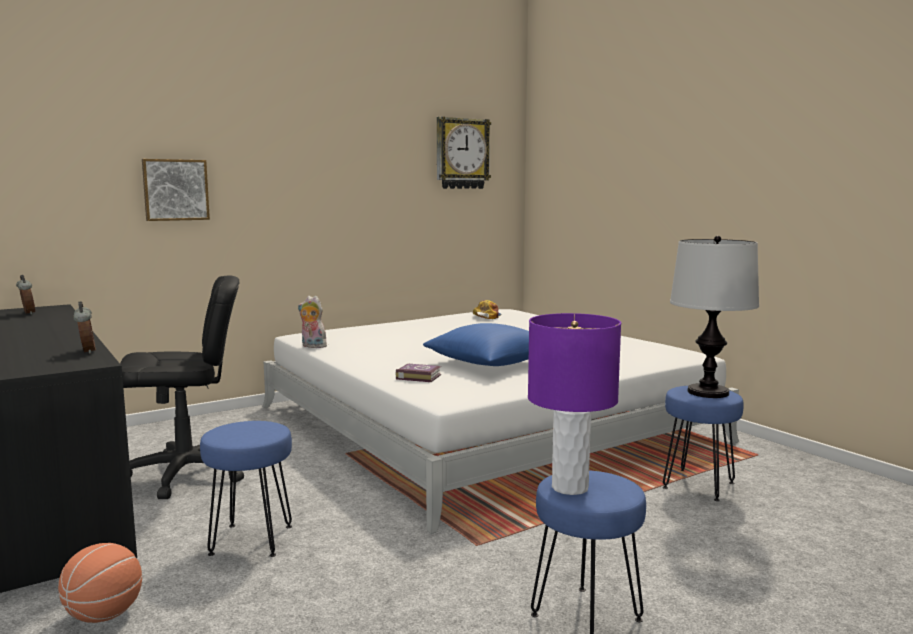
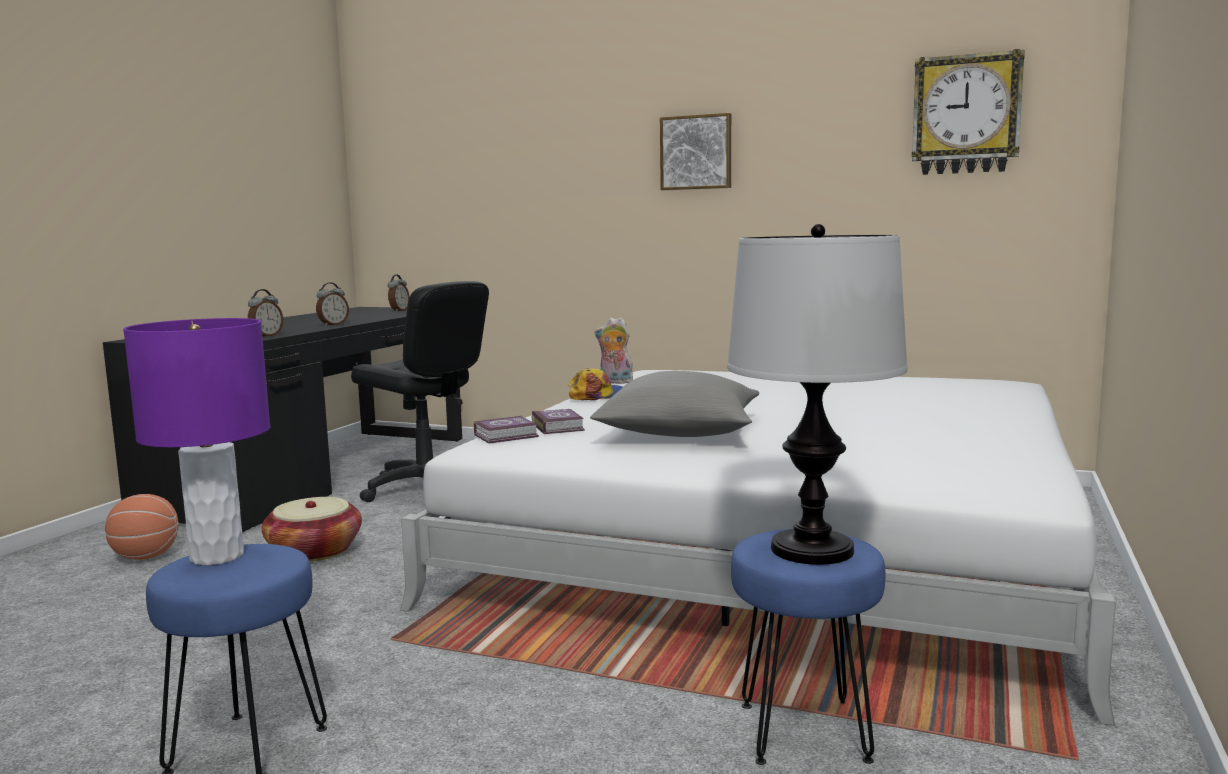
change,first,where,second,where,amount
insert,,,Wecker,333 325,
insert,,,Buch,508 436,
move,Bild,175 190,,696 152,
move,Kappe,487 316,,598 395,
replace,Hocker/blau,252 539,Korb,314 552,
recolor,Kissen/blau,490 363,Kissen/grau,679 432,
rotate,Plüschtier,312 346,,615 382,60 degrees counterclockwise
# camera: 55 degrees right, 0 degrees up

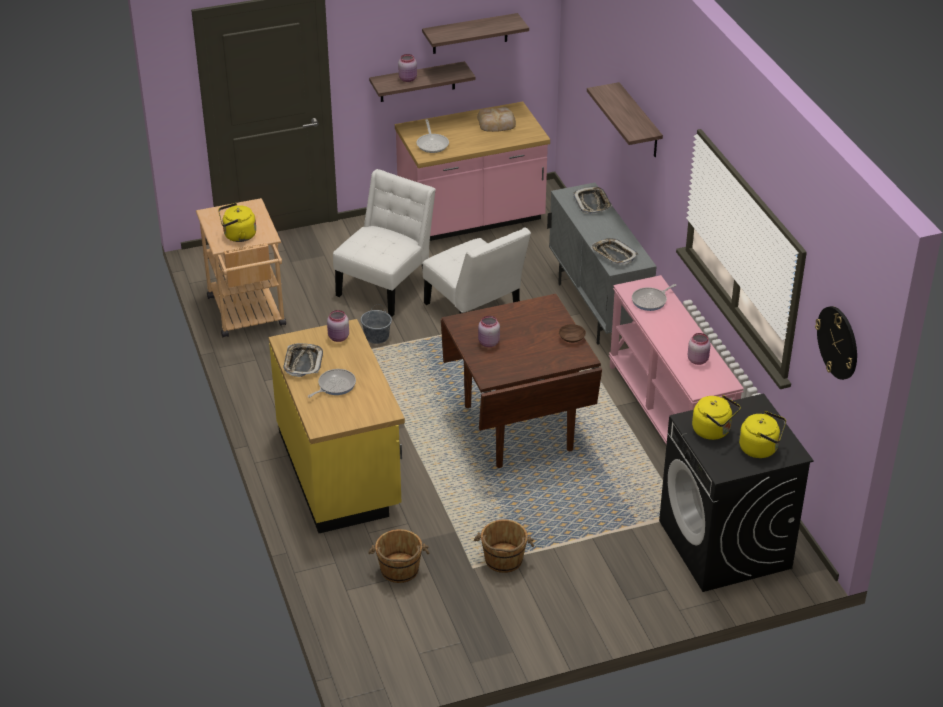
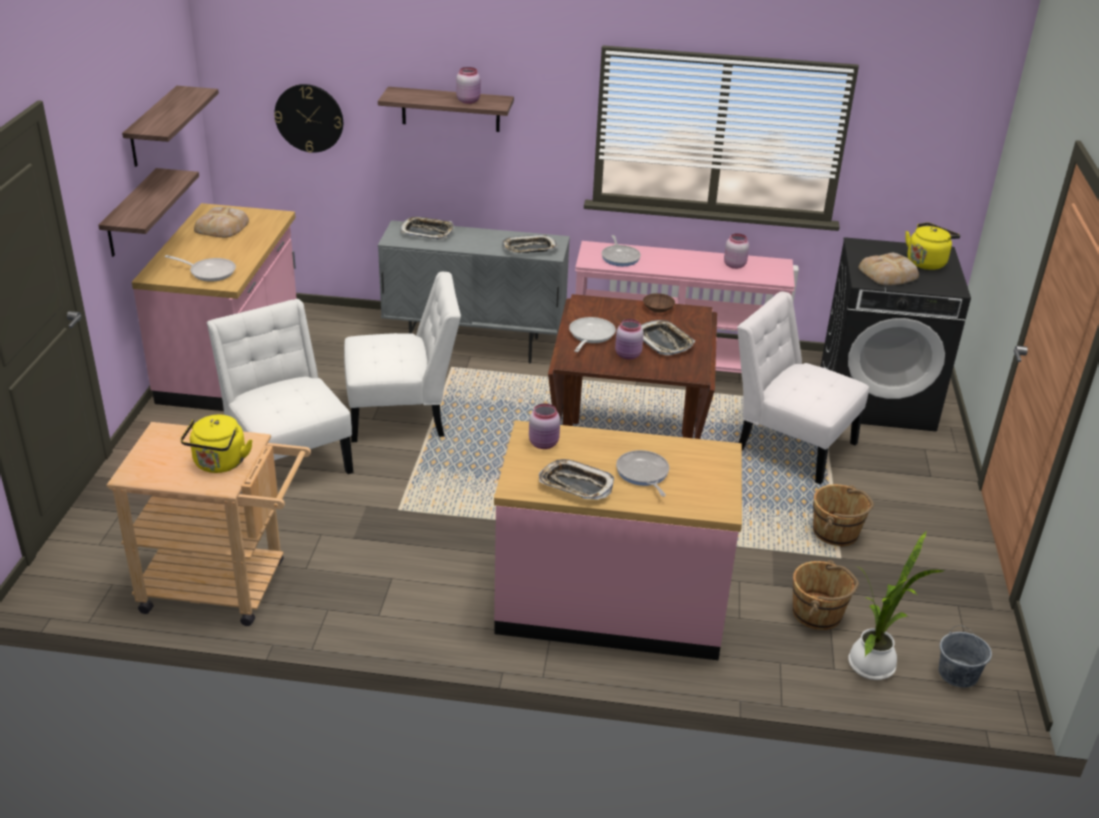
change,first,where,second,where,amount
insert,,,Pfanne,590 336,
insert,,,Tablett,664 342,
insert,,,Stuhl/weiß,790 444,
insert,,,Topfpflanze,874 663,
move,Eimer/grau,376 336,,958 674,
move,Vorratsglas/rosa,408 79,,468 101,
move,Wanduhr,838 342,,309 118,
replace,Wasserkessel/gelb,713 431,Brot,889 274,
recolor,Küchenzeile/gelb,340 470,Küchenzeile/rosa,610 604,
# camera: 65 degrees left, 5 degrees down

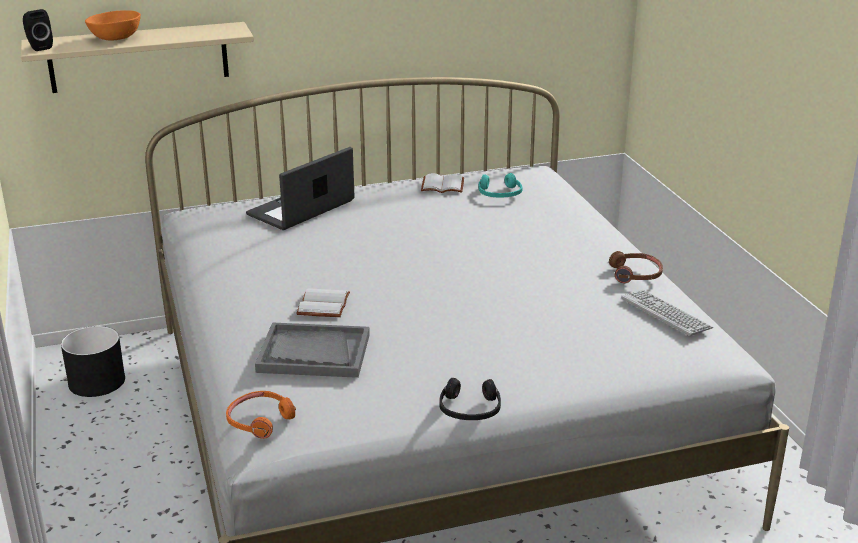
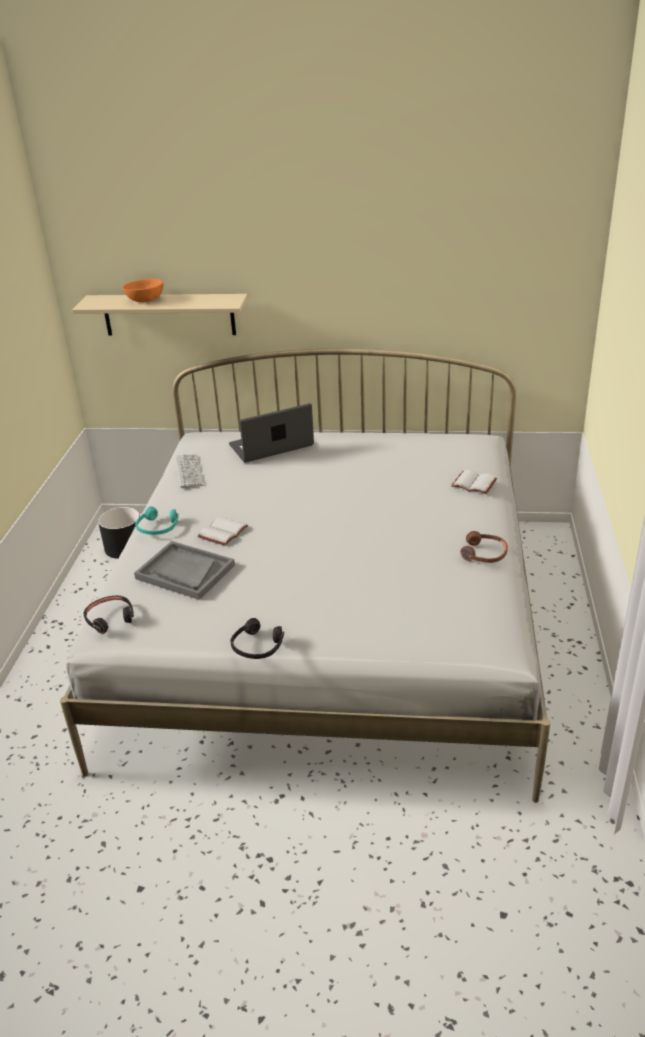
change,first,where,second,where,amount
delete,Lautsprecher/schwarz,39 47,,,
move,Buch/weiß,443 185,,475 483,
move,Kopfhörer/türkis,499 193,,158 527,
move,Tastatur,666 314,,189 472,
recolor,Kopfhörer/orange,260 420,Kopfhörer/schwarz,110 618,
# camera: 25 degrees right, 5 degrees up

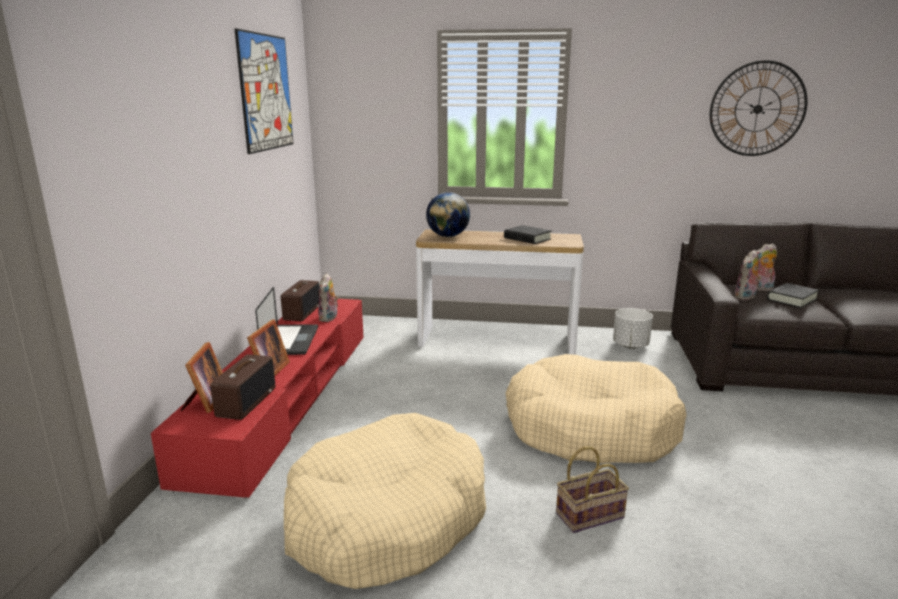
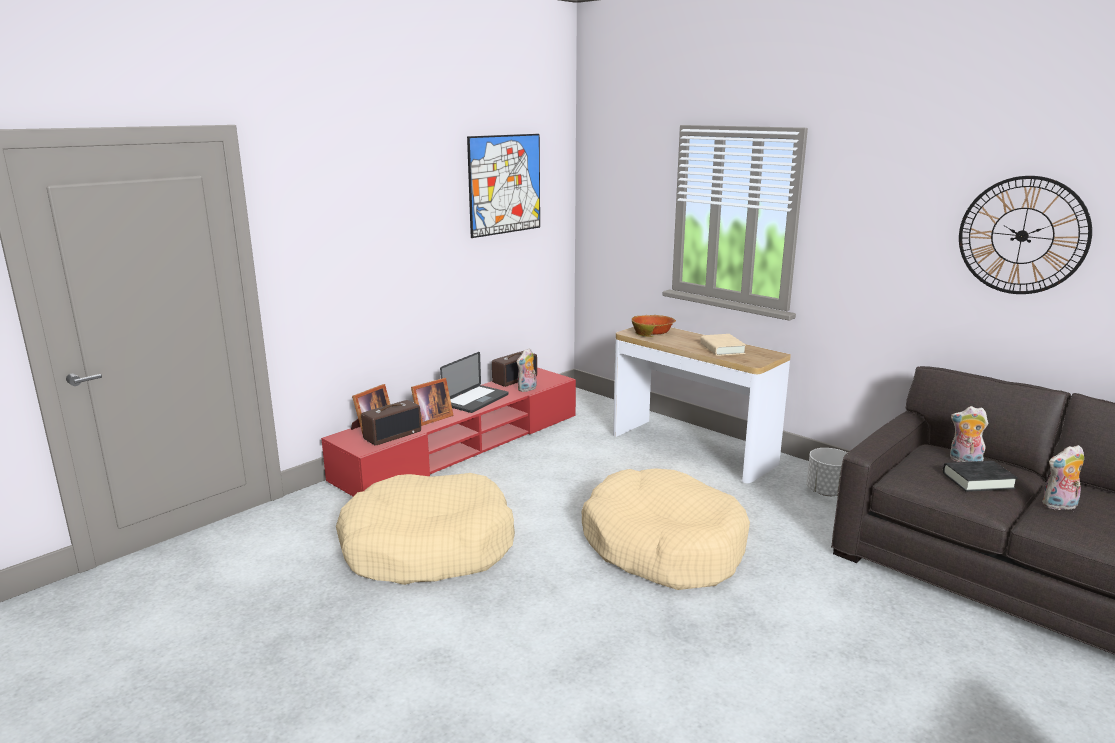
change,first,where,second,where,amount
delete,Korb,590 514,,,
move,Plüschtier,745 297,,1059 506,
replace,Globus,448 236,Schüssel,653 332,
recolor,Buch/schwarz,527 239,Buch/beige,722 349,
# camera: 35 degrees right, 0 degrees up

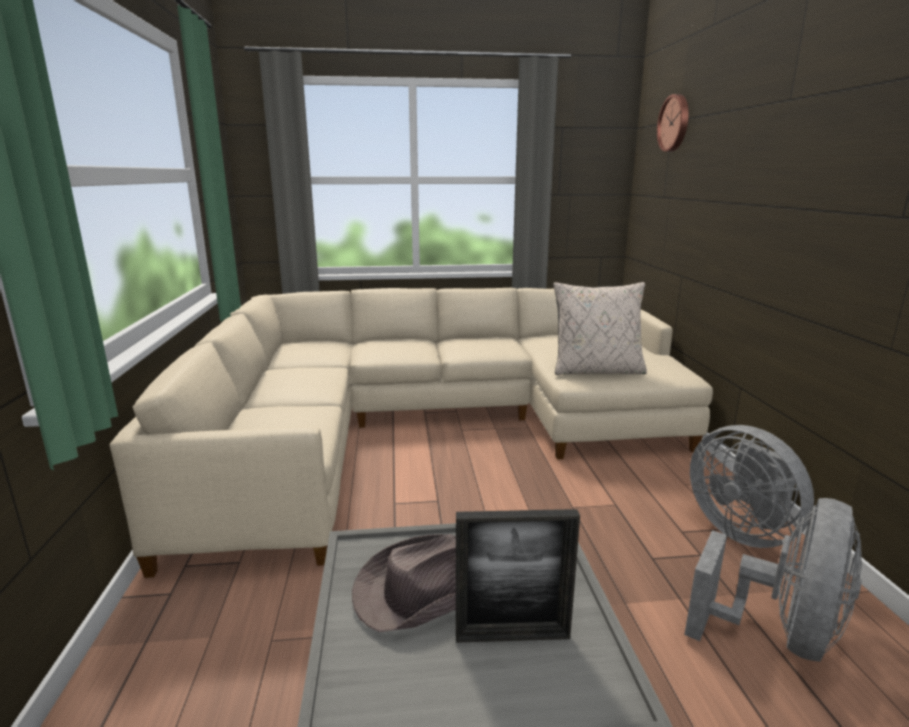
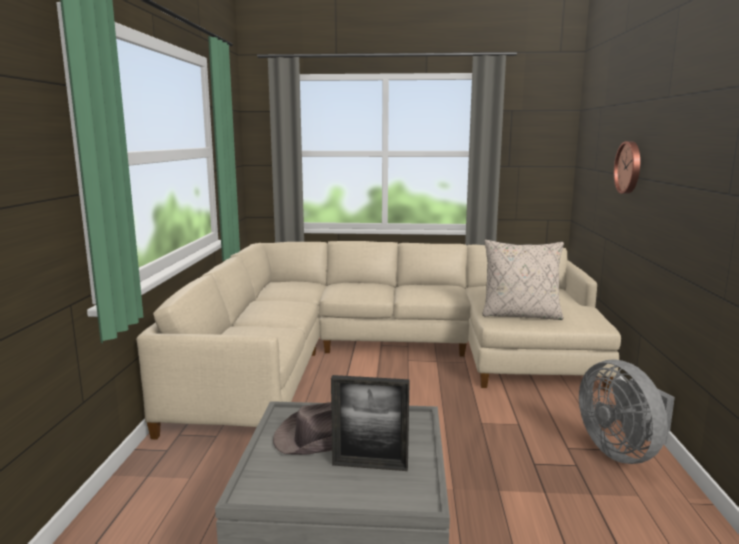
change,first,where,second,where,amount
delete,Ventilator/grau,779 634,,,
move,Wanduhr,675 123,,629 167,
# camera: 10 degrees right, 5 degrees down

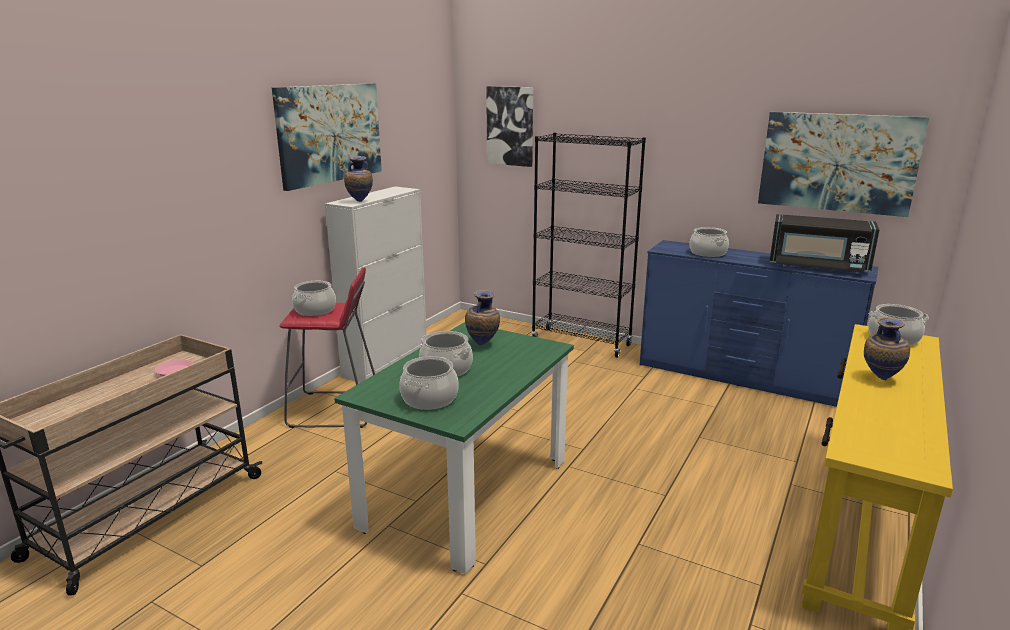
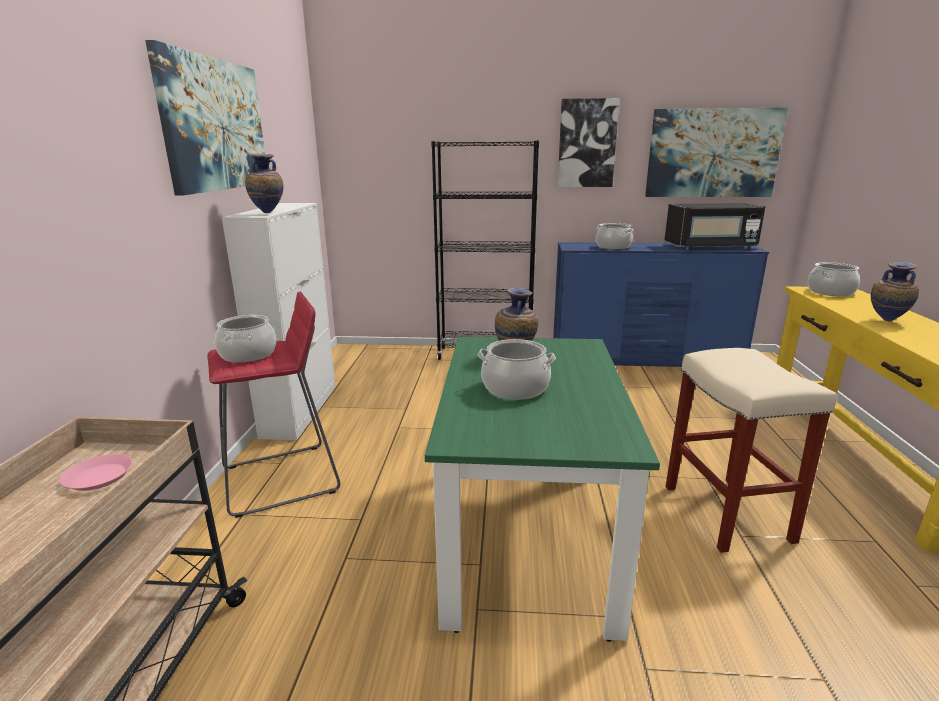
change,first,where,second,where,amount
delete,Kochtopf,430 399,,,
insert,,,Hocker/beige,728 514,
move,Bild,510 126,,587 143,
# camera: 25 degrees left, 0 degrees up

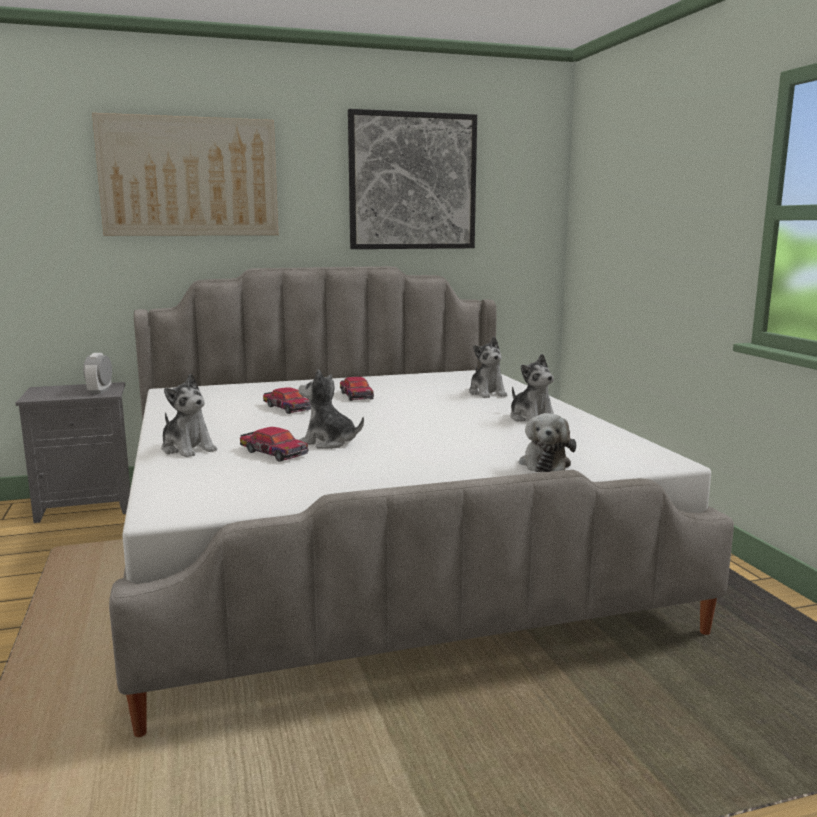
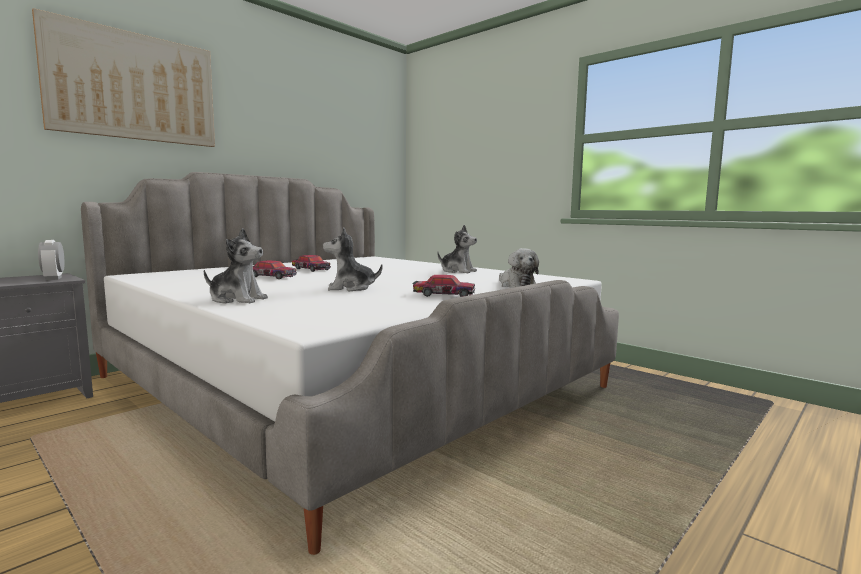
change,first,where,second,where,amount
delete,Bild,412 182,,,
delete,Plüschtier,487 393,,,
move,Spielzeugauto,274 453,,443 295,
# camera: 30 degrees left, 5 degrees down

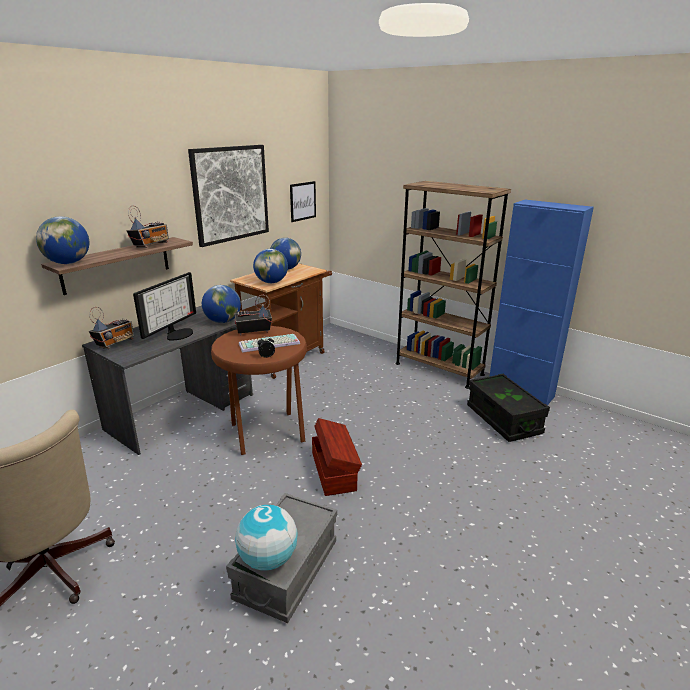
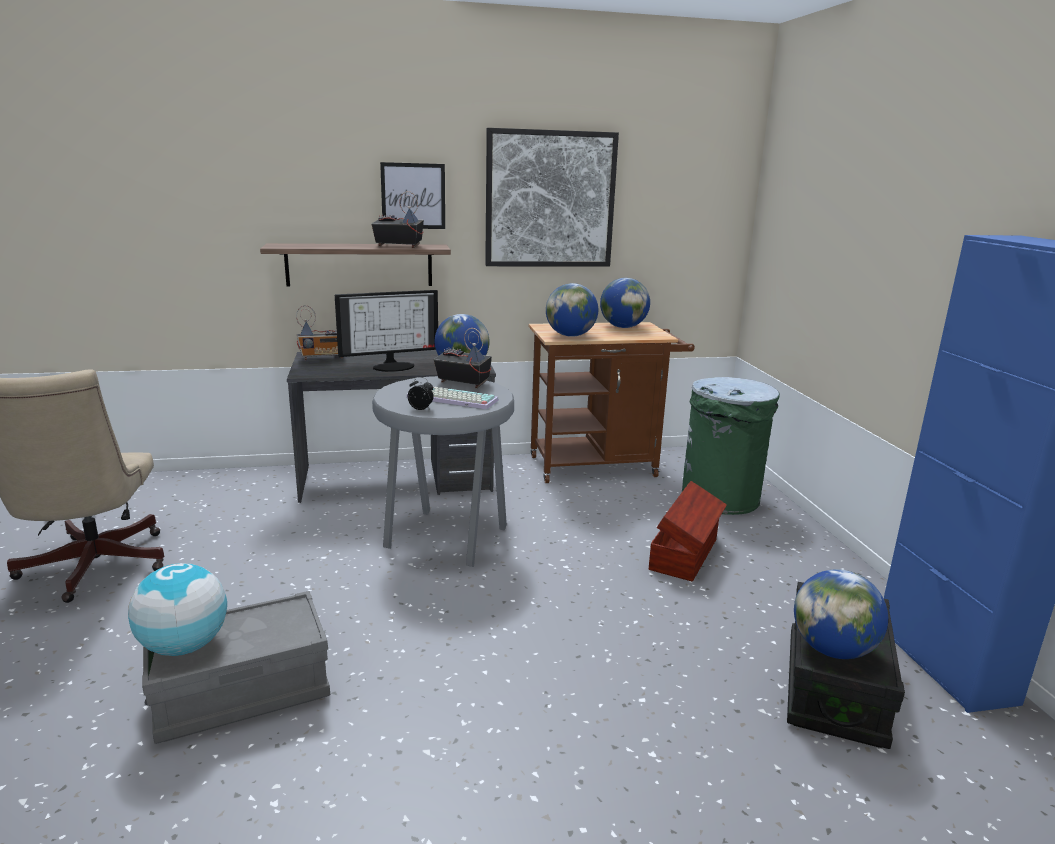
change,first,where,second,where,amount
delete,Bücherregal/braun,439 369,,,
insert,,,Mülleimer/grün,721 498,
move,Globus,68 263,,832 649,
move,Bild,303 201,,413 196,
move,Aufbewahrungsbox/braun,334 470,,685 554,
recolor,Hocker/braun,265 433,Hocker/grau,445 537,
rotate,Radio,151 245,,398 246,150 degrees counterclockwise
# camera: 40 degrees right, 5 degrees down

